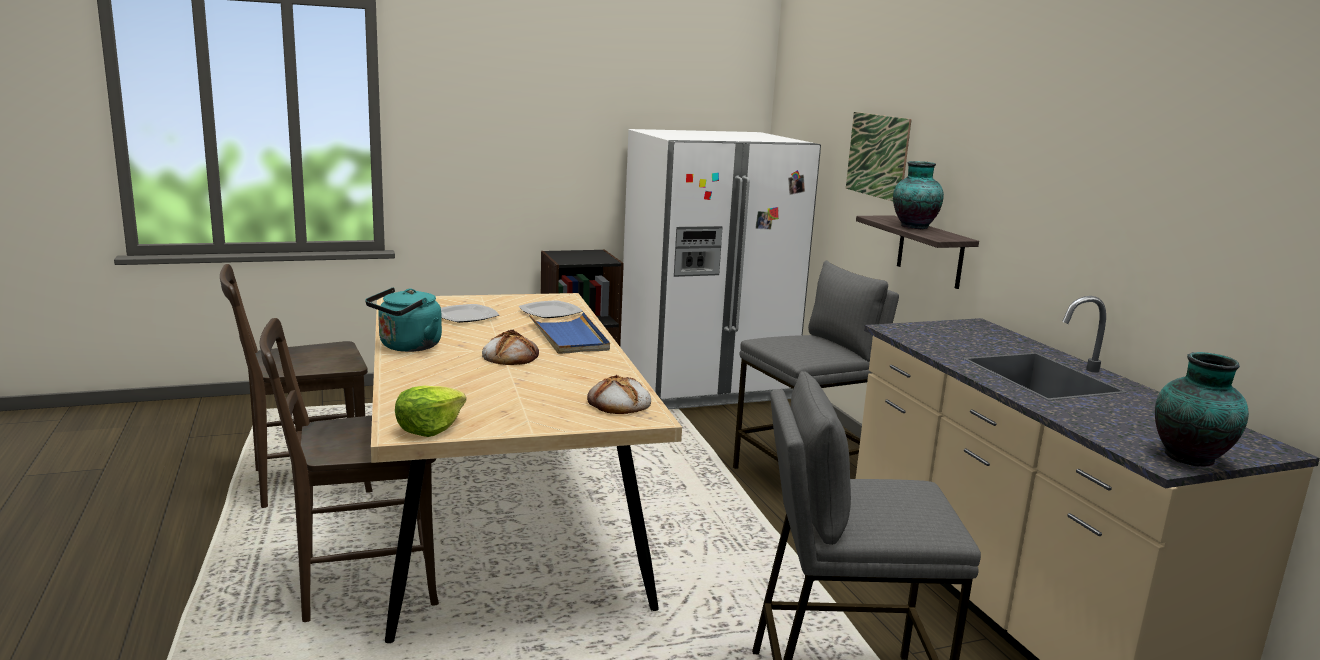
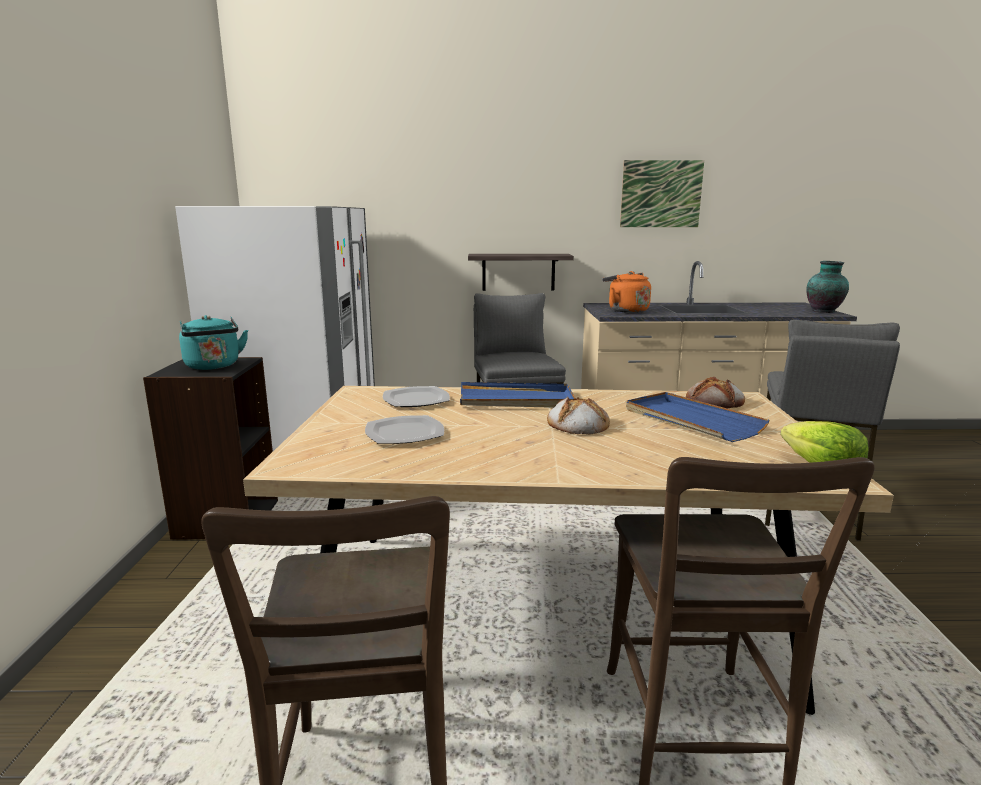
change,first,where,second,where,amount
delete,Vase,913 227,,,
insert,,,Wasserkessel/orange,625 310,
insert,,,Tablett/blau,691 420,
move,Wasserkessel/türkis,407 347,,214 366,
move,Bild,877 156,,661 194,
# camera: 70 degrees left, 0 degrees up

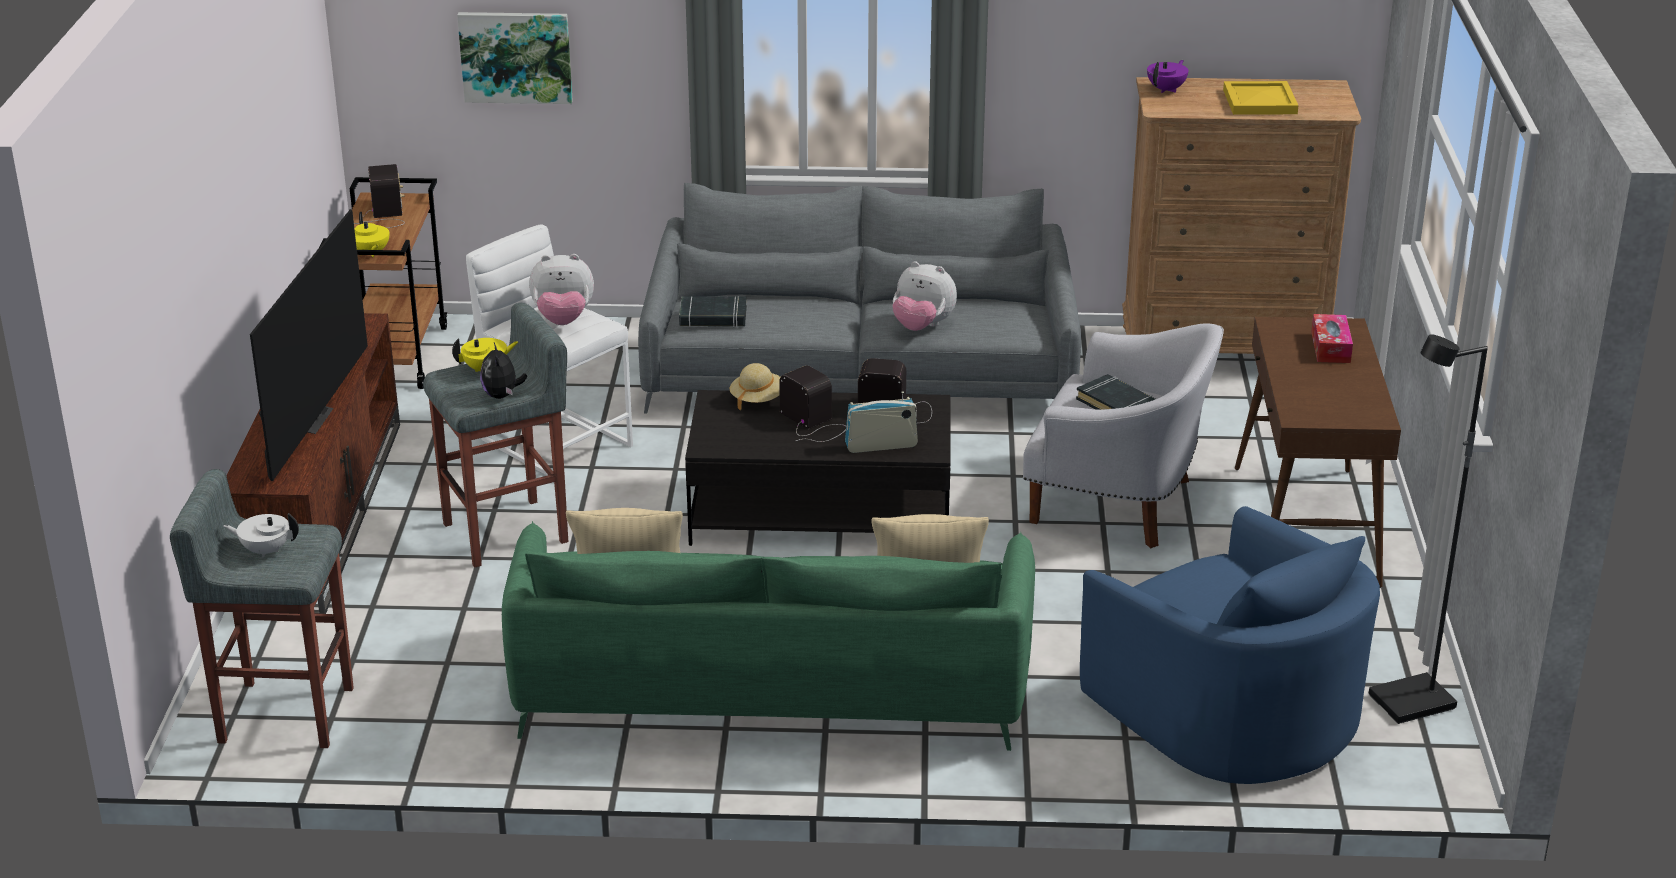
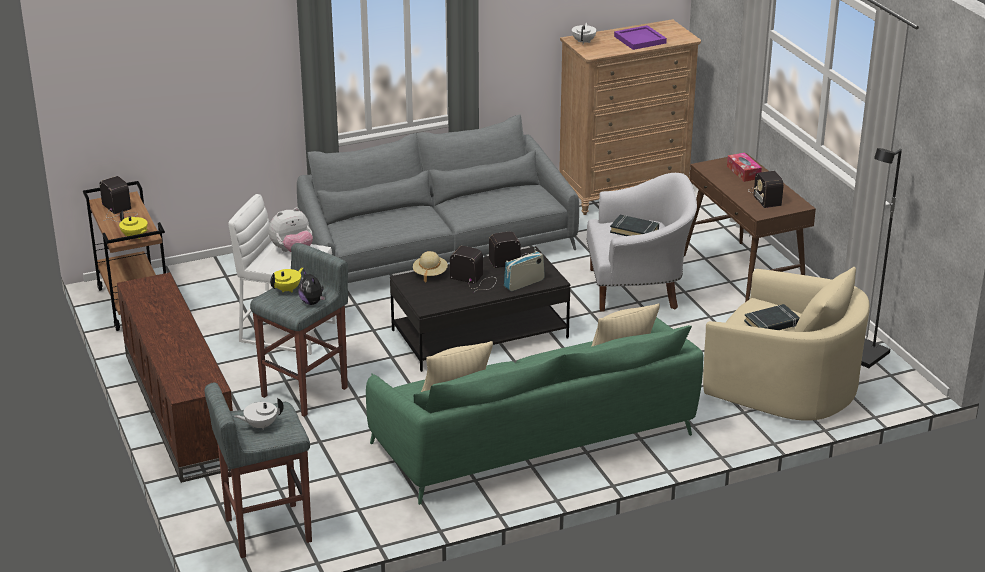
change,first,where,second,where,amount
delete,Fernseher,308 419,,,
delete,Bild,516 56,,,
delete,Plüschtier,922 326,,,
insert,,,Radio,765 196,
move,Buch/schwarz,713 317,,772 323,
recolor,Sessel/blau,1229 713,Sessel/beige,784 385,
recolor,Teekanne/lila,1166 89,Teekanne/weiß,584 42,
recolor,Tablett/gelb,1261 102,Tablett/lila,641 40,
# camera: 25 degrees left, 0 degrees up

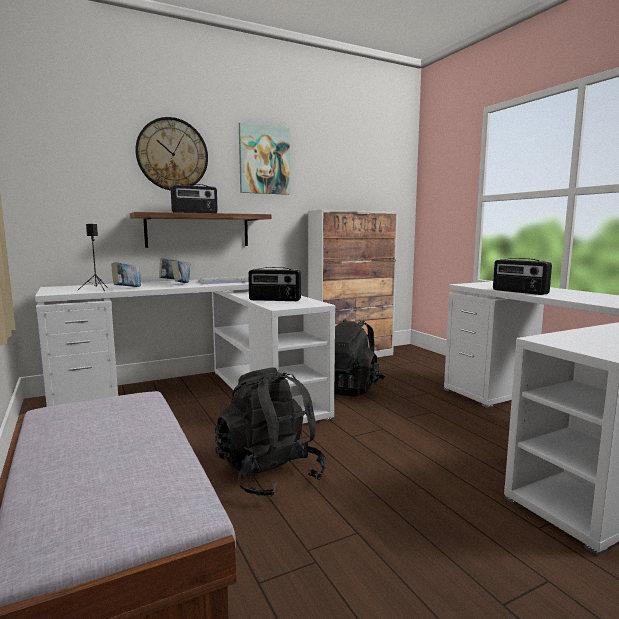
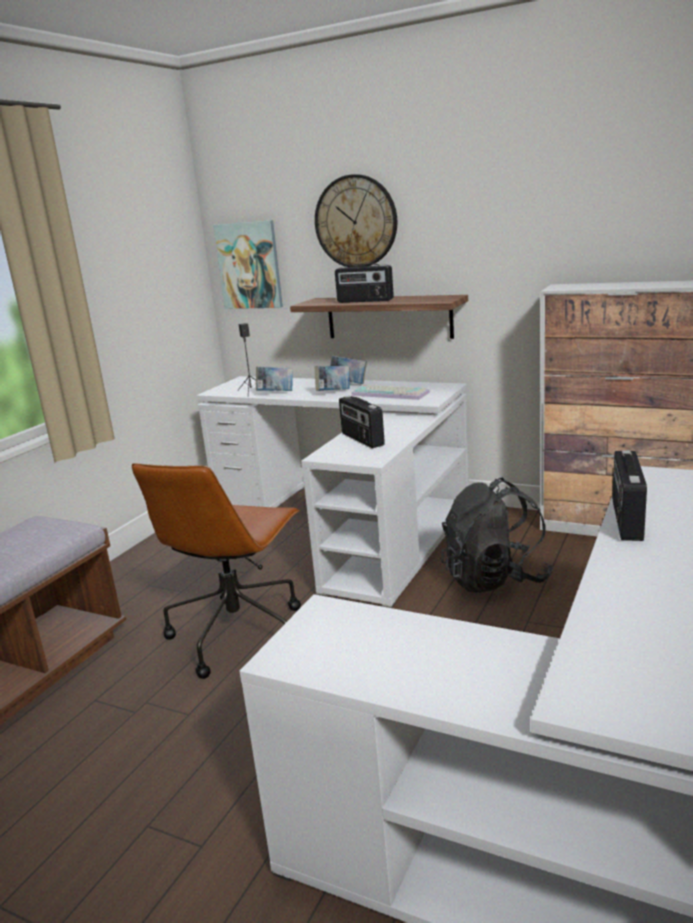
change,first,where,second,where,amount
move,Bild,264 160,,249 265,
replace,Rucksack/schwarz,270 474,Bürostuhl/braun,238 633,
# camera: 55 degrees right, 10 degrees up

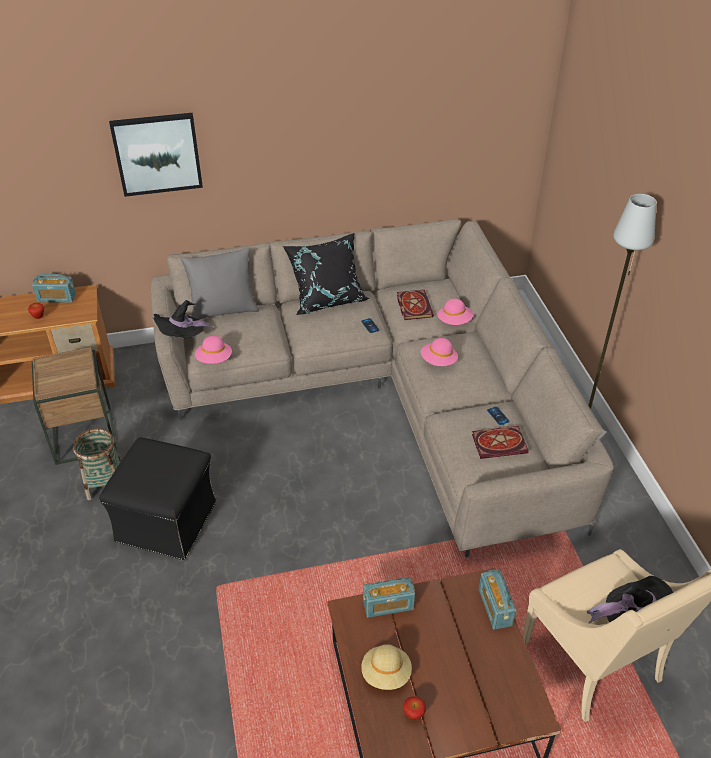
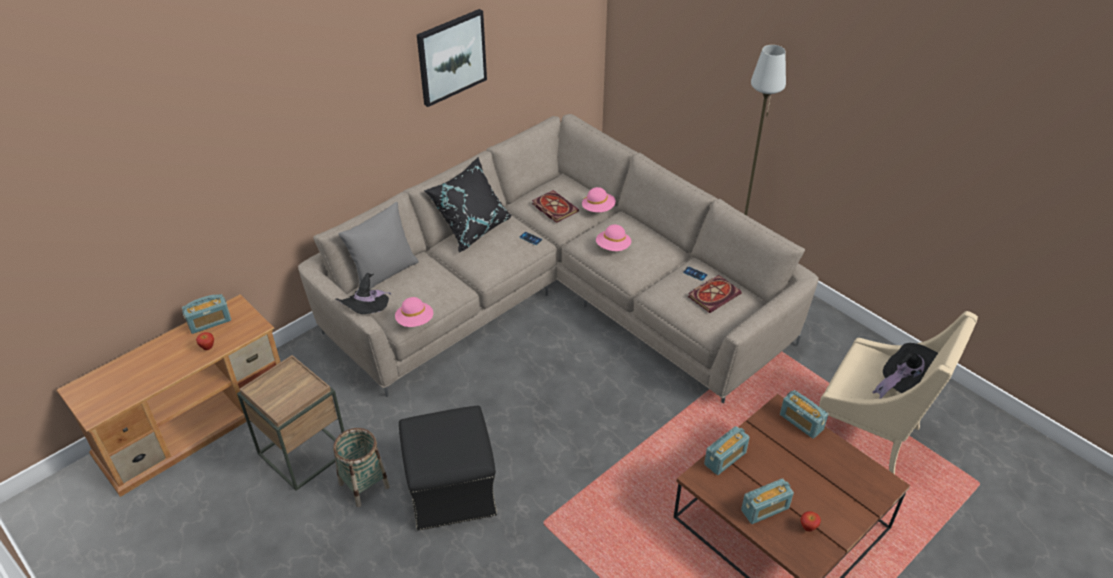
change,first,where,second,where,amount
move,Bild,157 154,,451 57,
replace,Hut/beige,386 673,Radio,765 509,
# camera: 30 degrees left, 0 degrees up

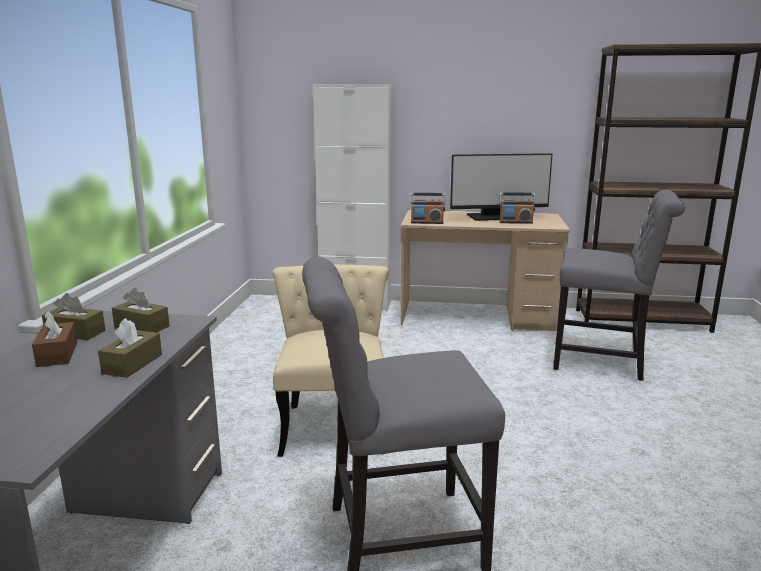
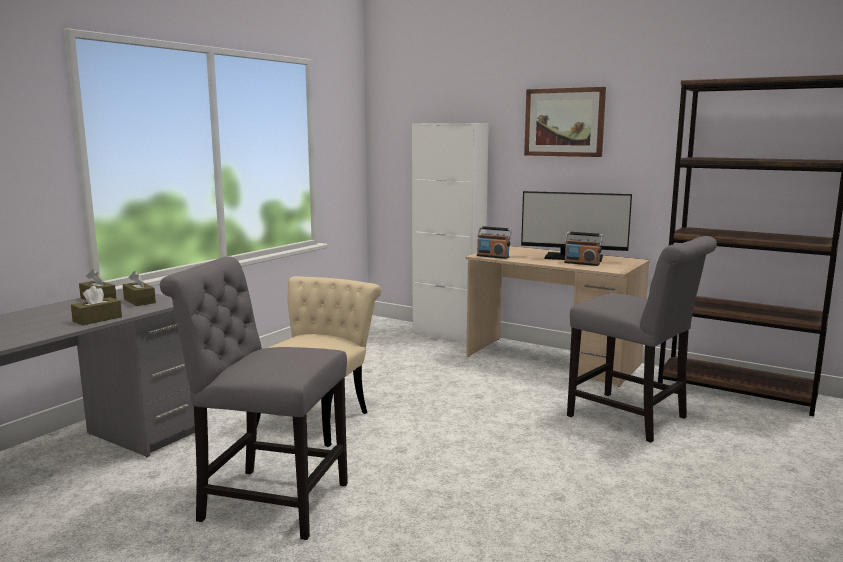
change,first,where,second,where,amount
delete,Taschentuchbox/braun,57 354,,,
insert,,,Bild,564 122,
# camera: 25 degrees right, 5 degrees down

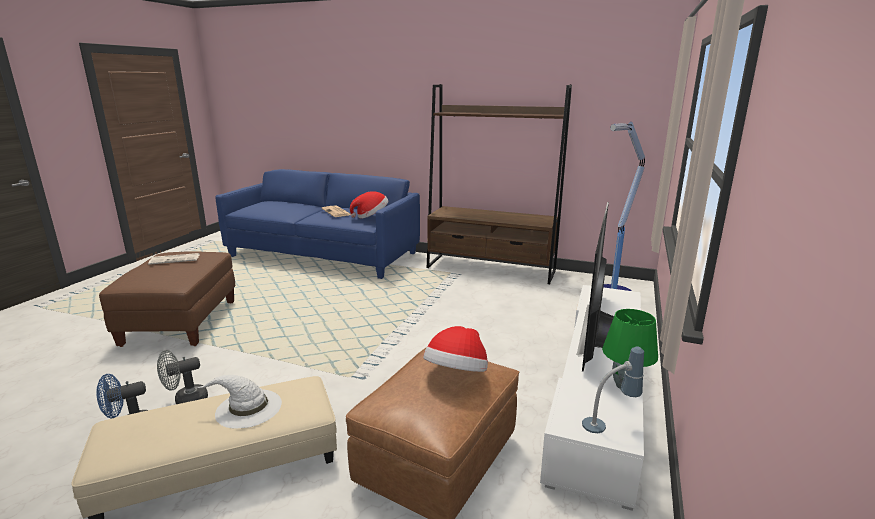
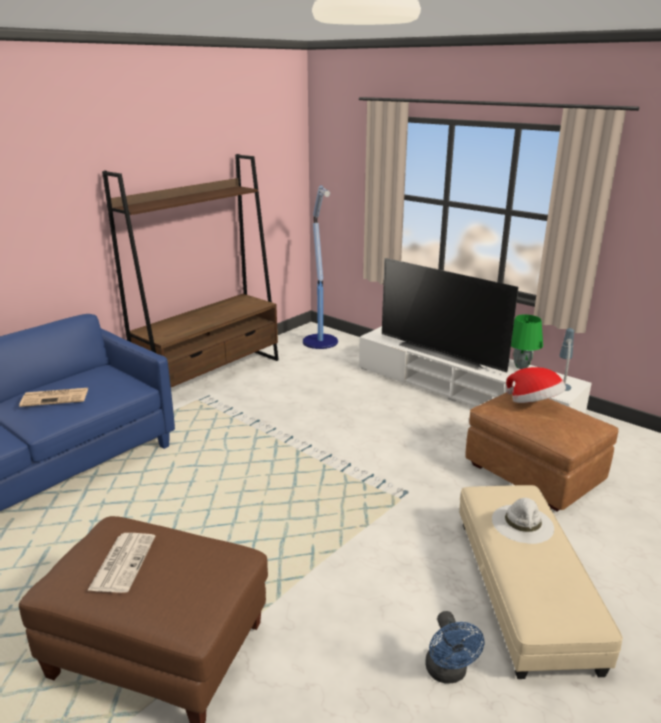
change,first,where,second,where,amount
delete,Ventilator/grau,186 401,,,
delete,Hut,371 216,,,
# camera: 70 degrees left, 5 degrees up

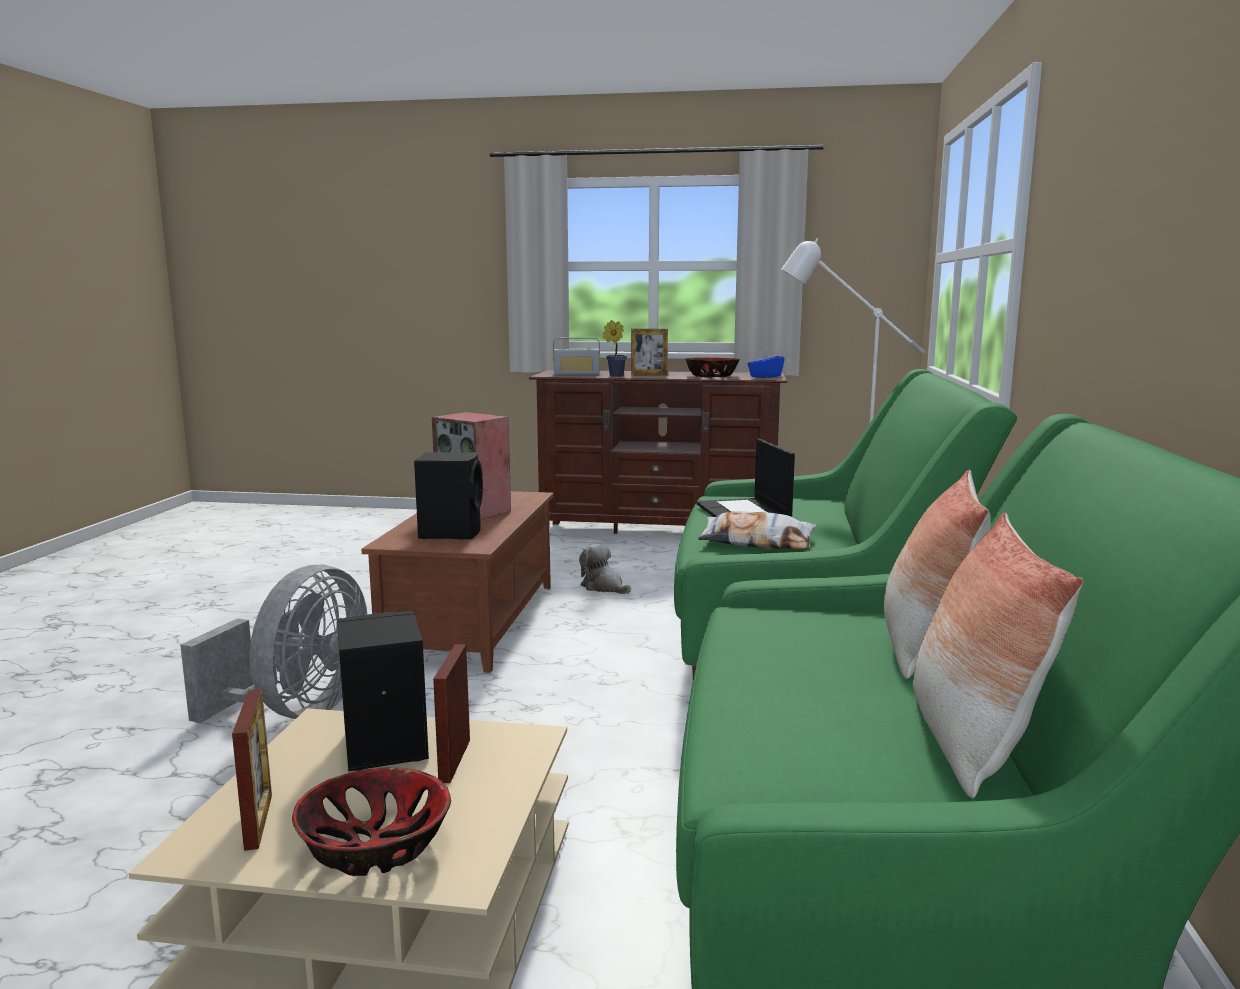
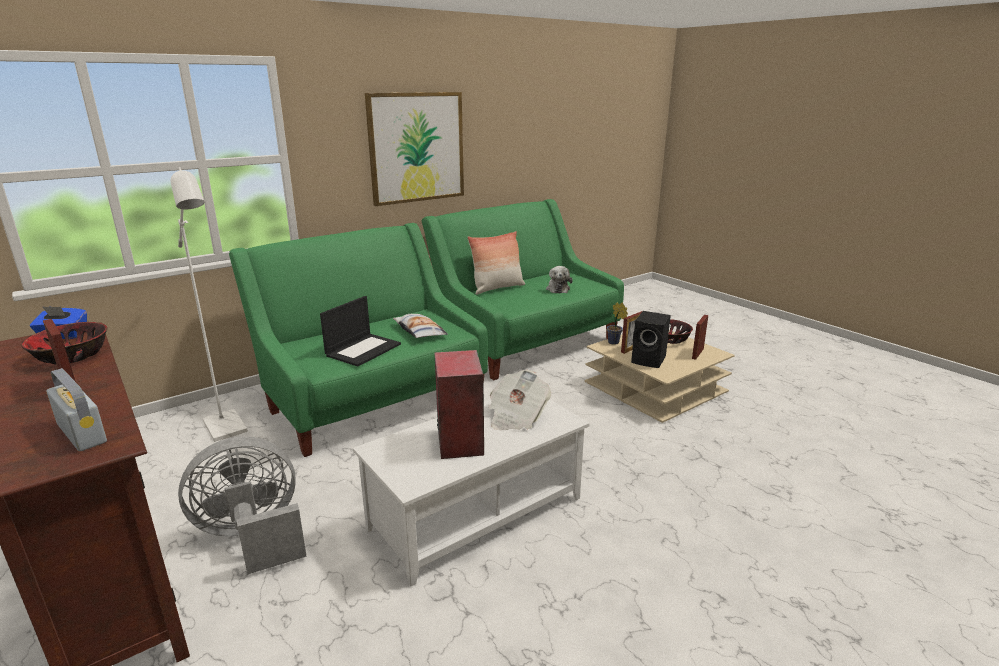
change,first,where,second,where,amount
delete,Kissen,969 743,,,
insert,,,Bild,416 148,
move,Ventilator/grau,298 711,,253 537,
move,Plüschtier,604 587,,558 289,
move,Topfpflanze,614 376,,615 343,
replace,Lautsprecher/schwarz,451 532,Zeitung,516 416,
recolor,Couchtisch/braun,475 622,Couchtisch/weiß,476 512,
# camera: 135 degrees left, 10 degrees up

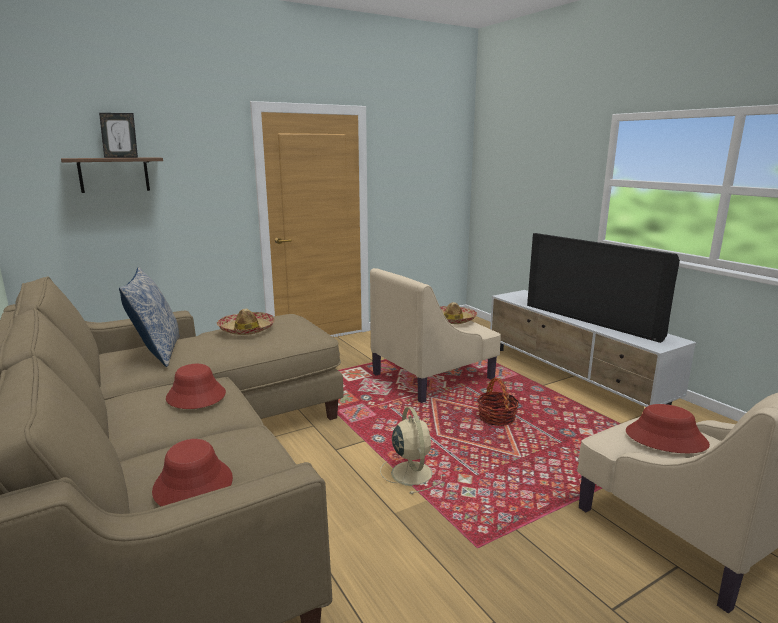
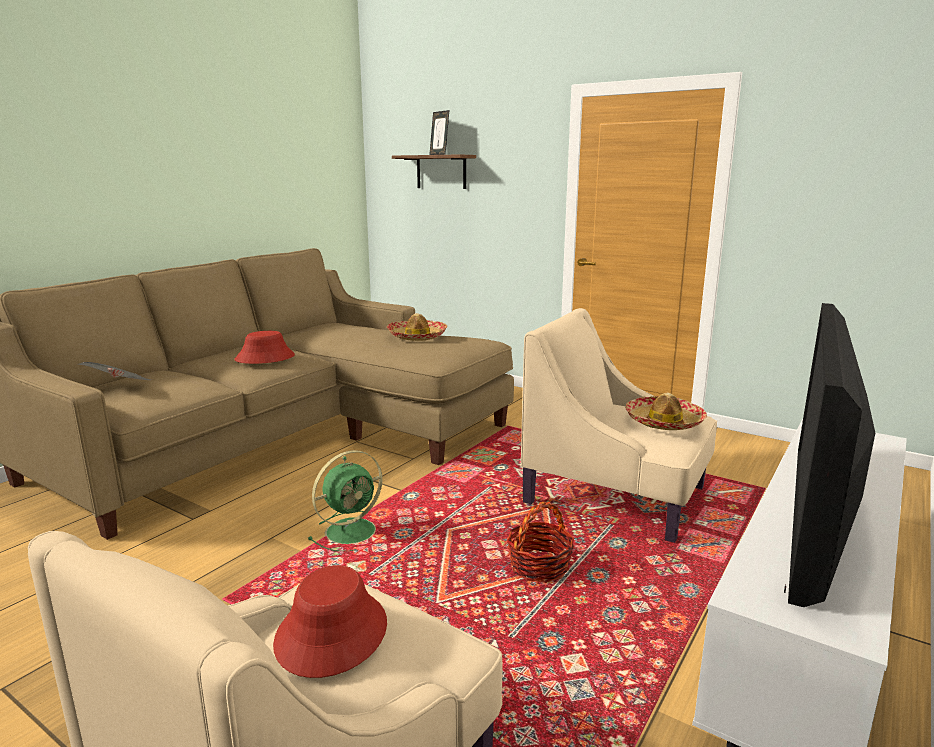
change,first,where,second,where,amount
delete,Kissen,157 352,,,
replace,Hut/rot,193 485,Zeitung,120 388,
recolor,Ventilator/beige,411 472,Ventilator/grün,353 531,
# camera: 65 degrees right, 0 degrees up

